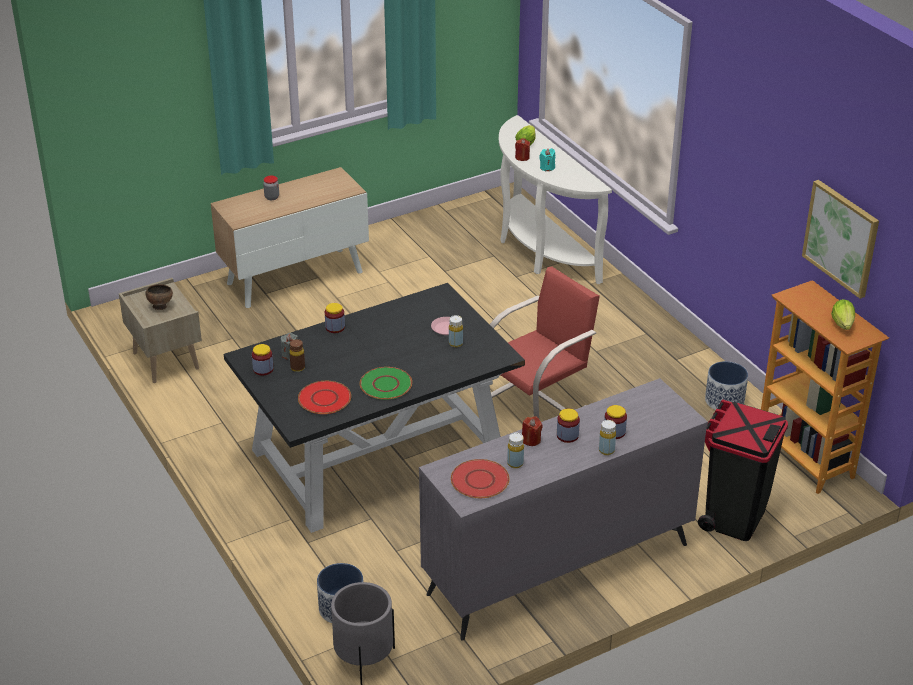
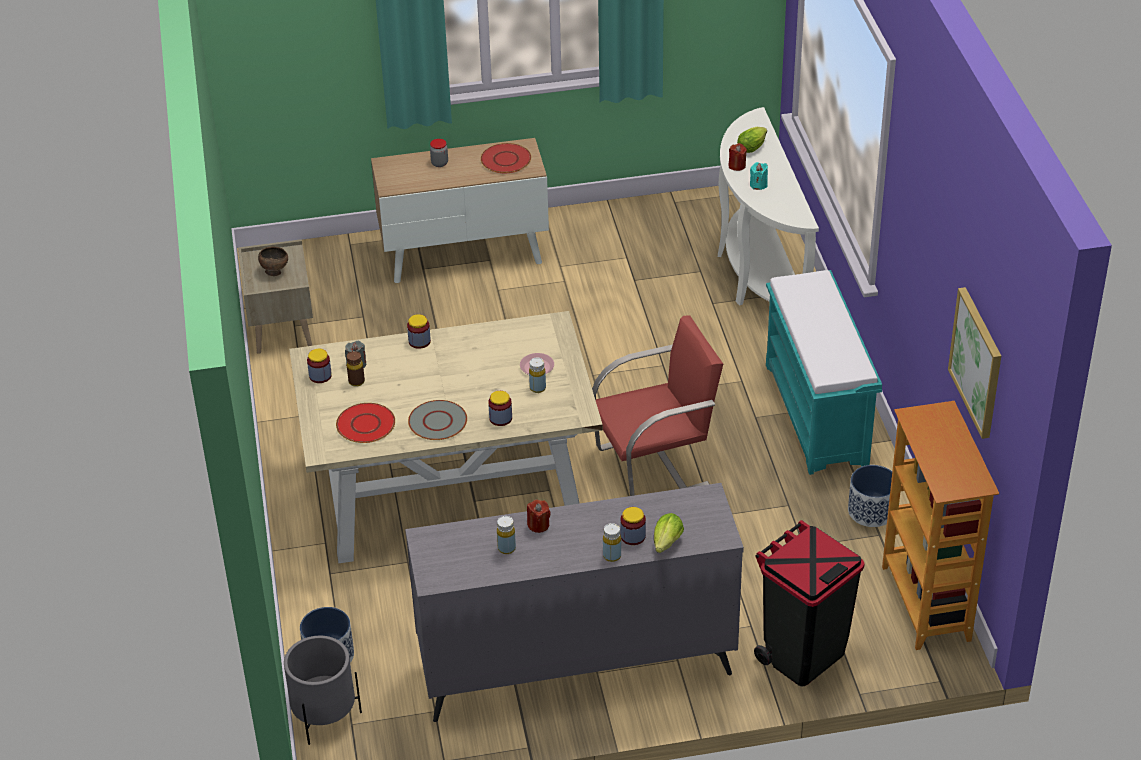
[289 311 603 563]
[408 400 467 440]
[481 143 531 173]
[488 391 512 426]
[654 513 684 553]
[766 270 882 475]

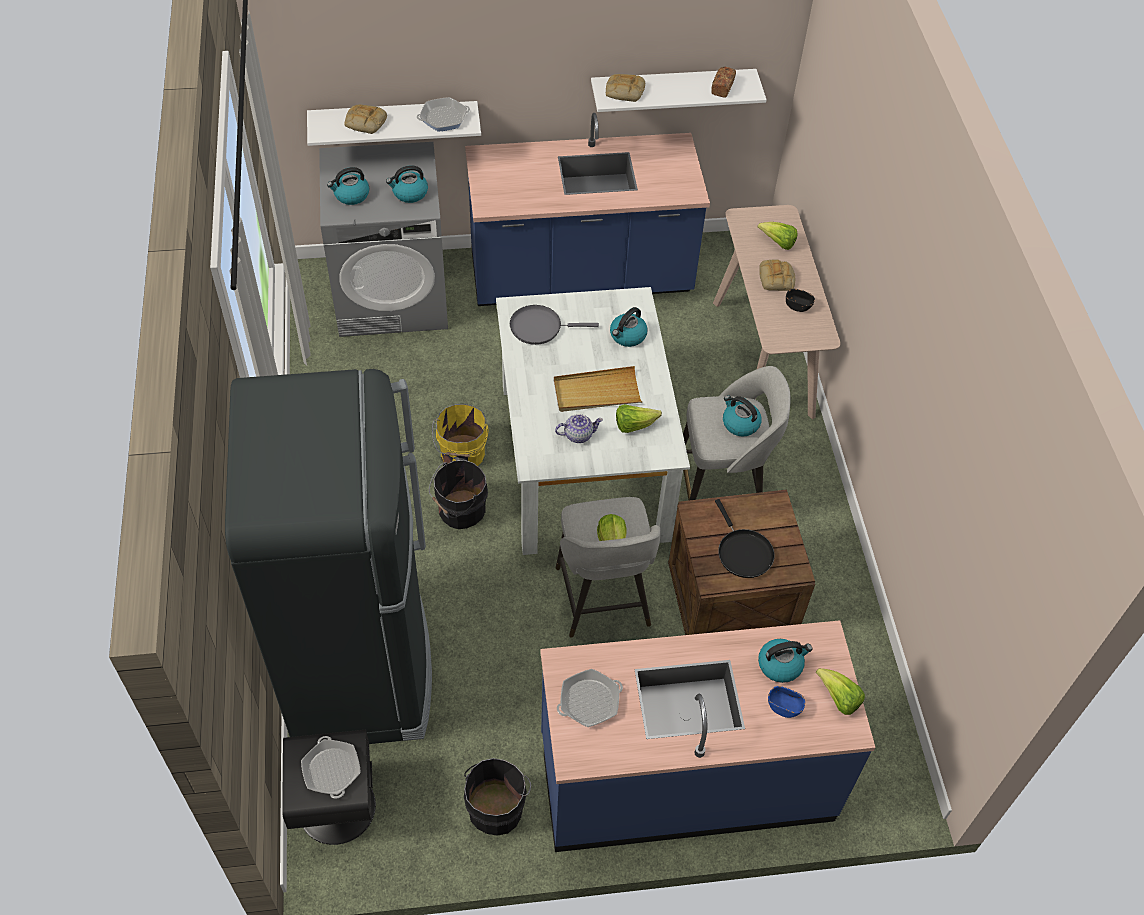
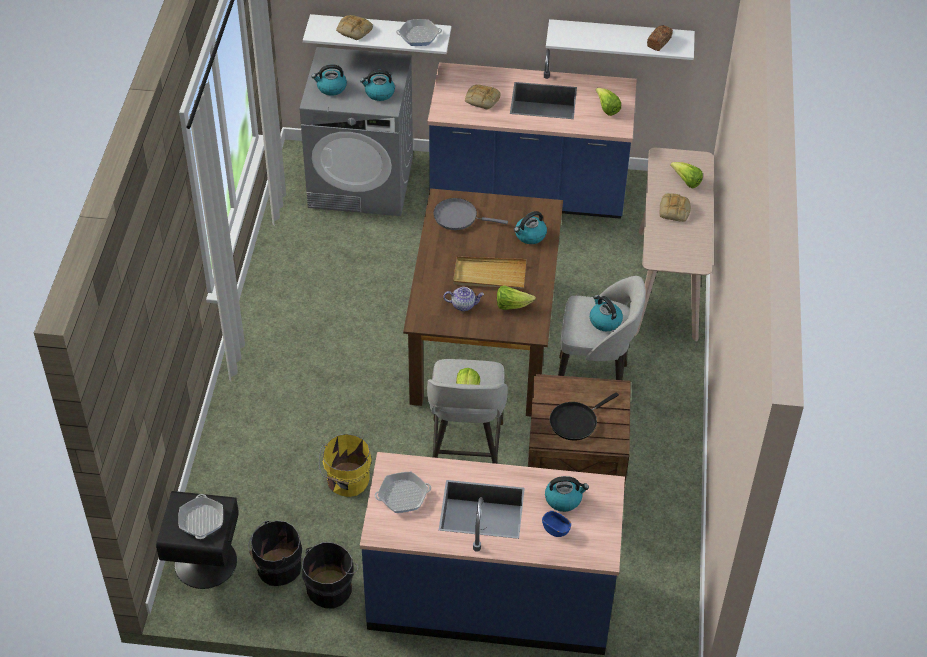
[225 369 432 744] (first image)
[248 520 302 586]
[319 434 371 497]
[403 188 563 416]
[465 84 501 110]
[549 392 619 440]
[786 289 815 312] (first image)
[595 88 621 116]

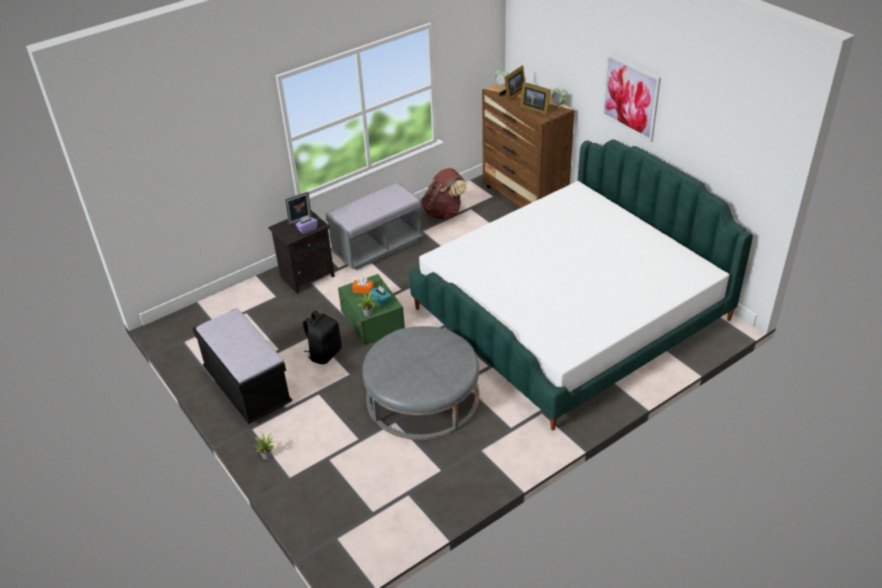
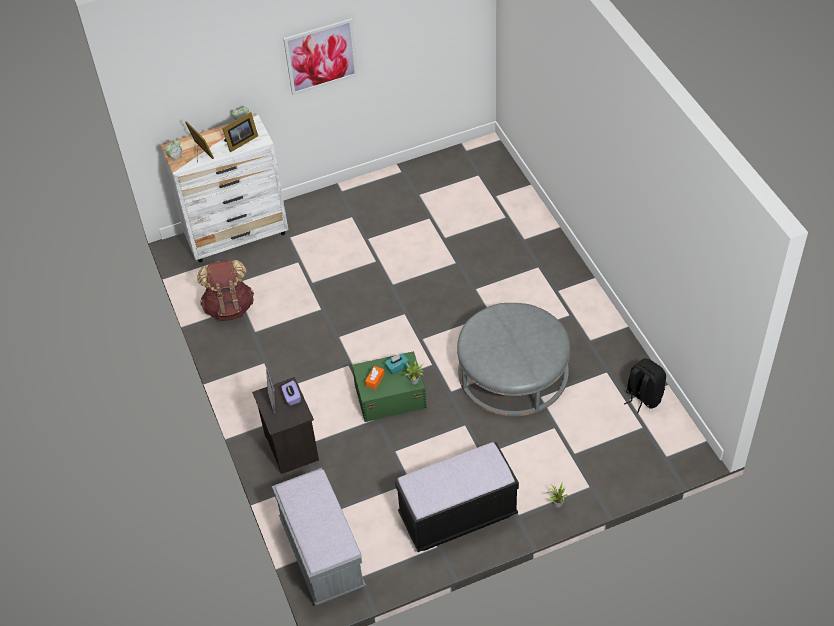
[624 358 666 413]
[272 468 366 606]
[409 139 753 430] (first image)
[161 115 288 262]

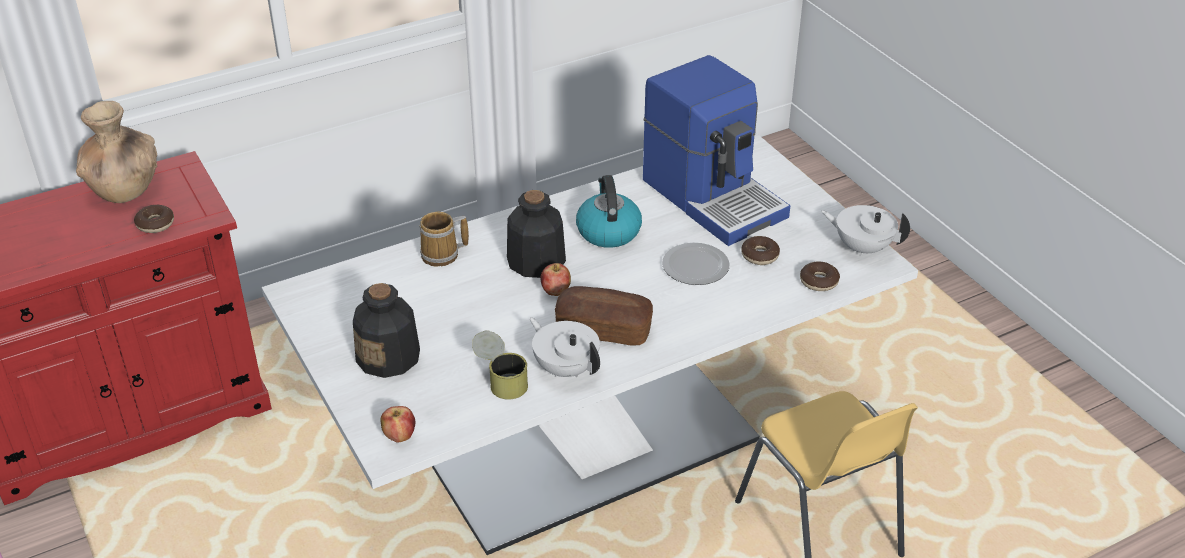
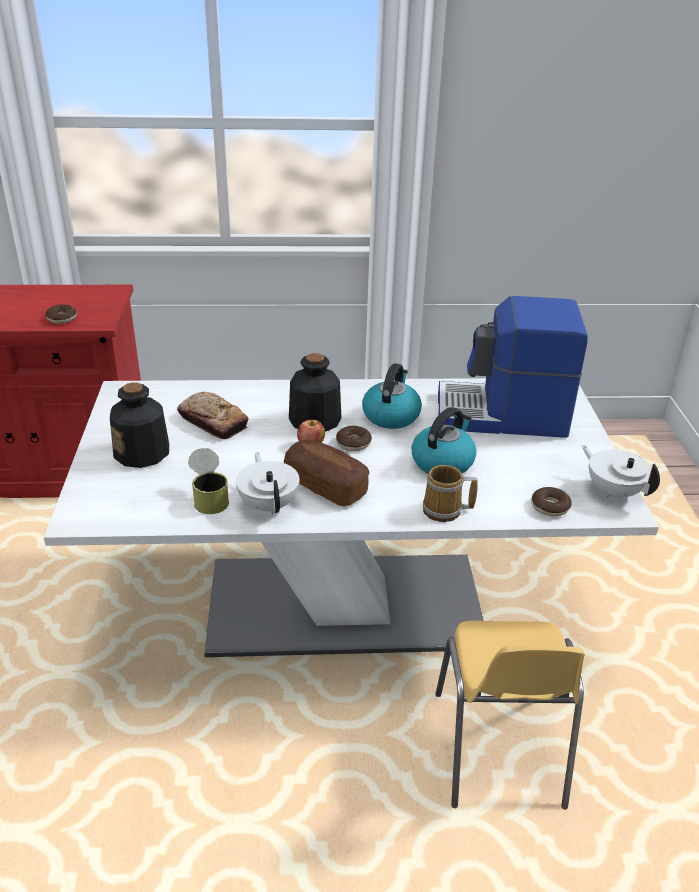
[76 101 157 203] (first image)
[380 406 415 443] (first image)
[423 465 478 522]
[438 296 588 438]
[412 407 476 474]
[336 426 372 451]
[177 392 249 439]

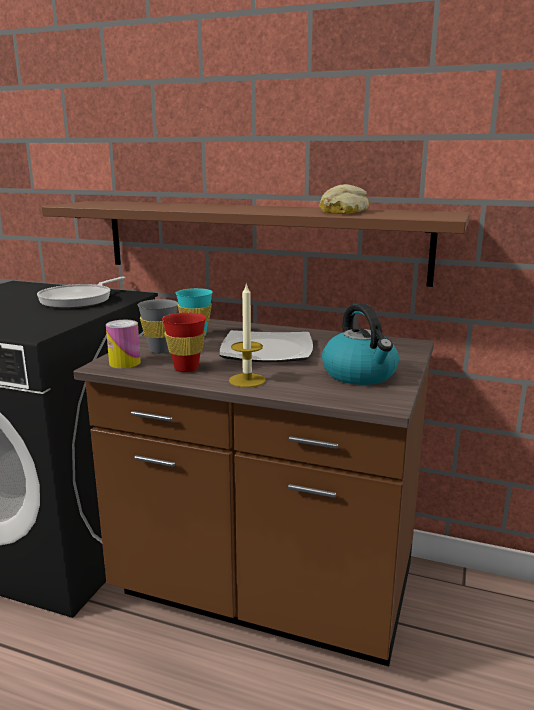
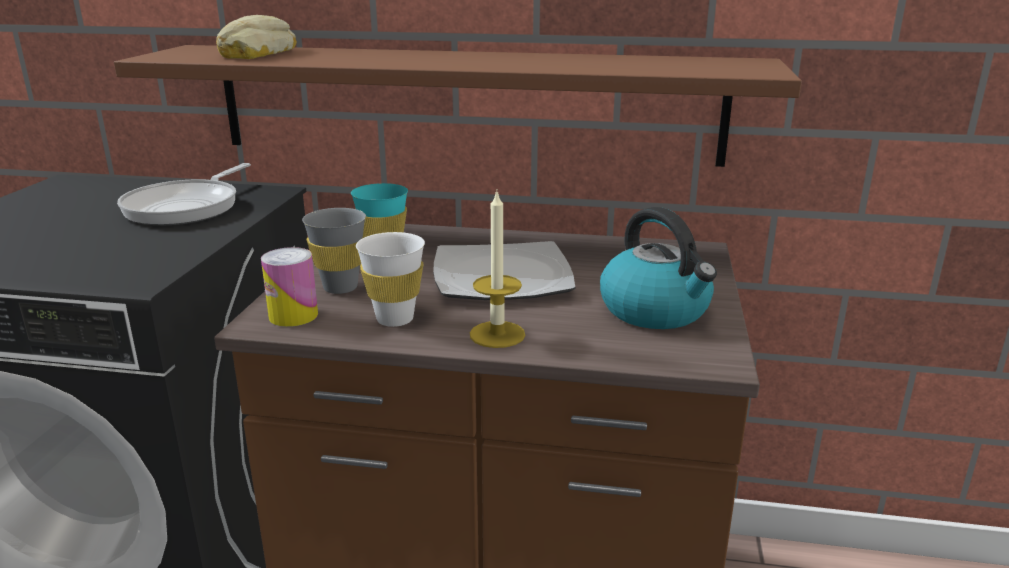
[356 232 425 327]
[216 15 297 59]

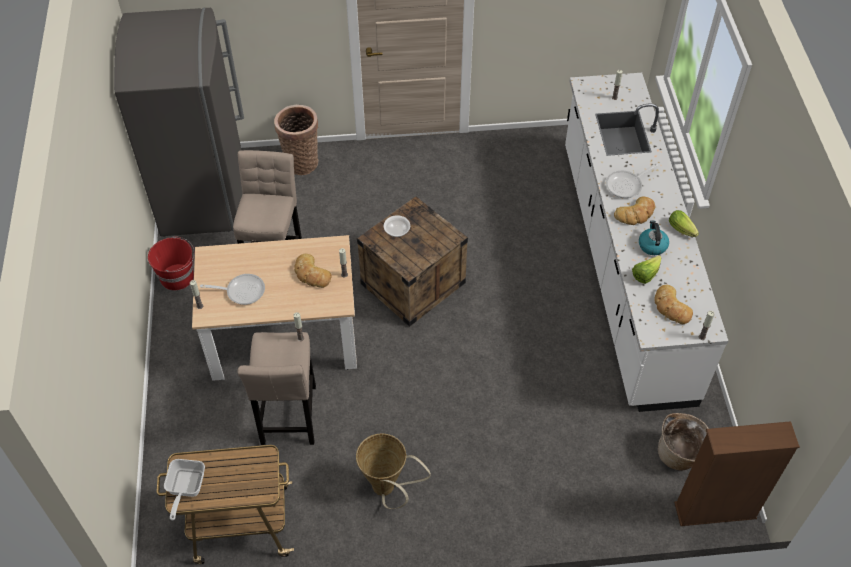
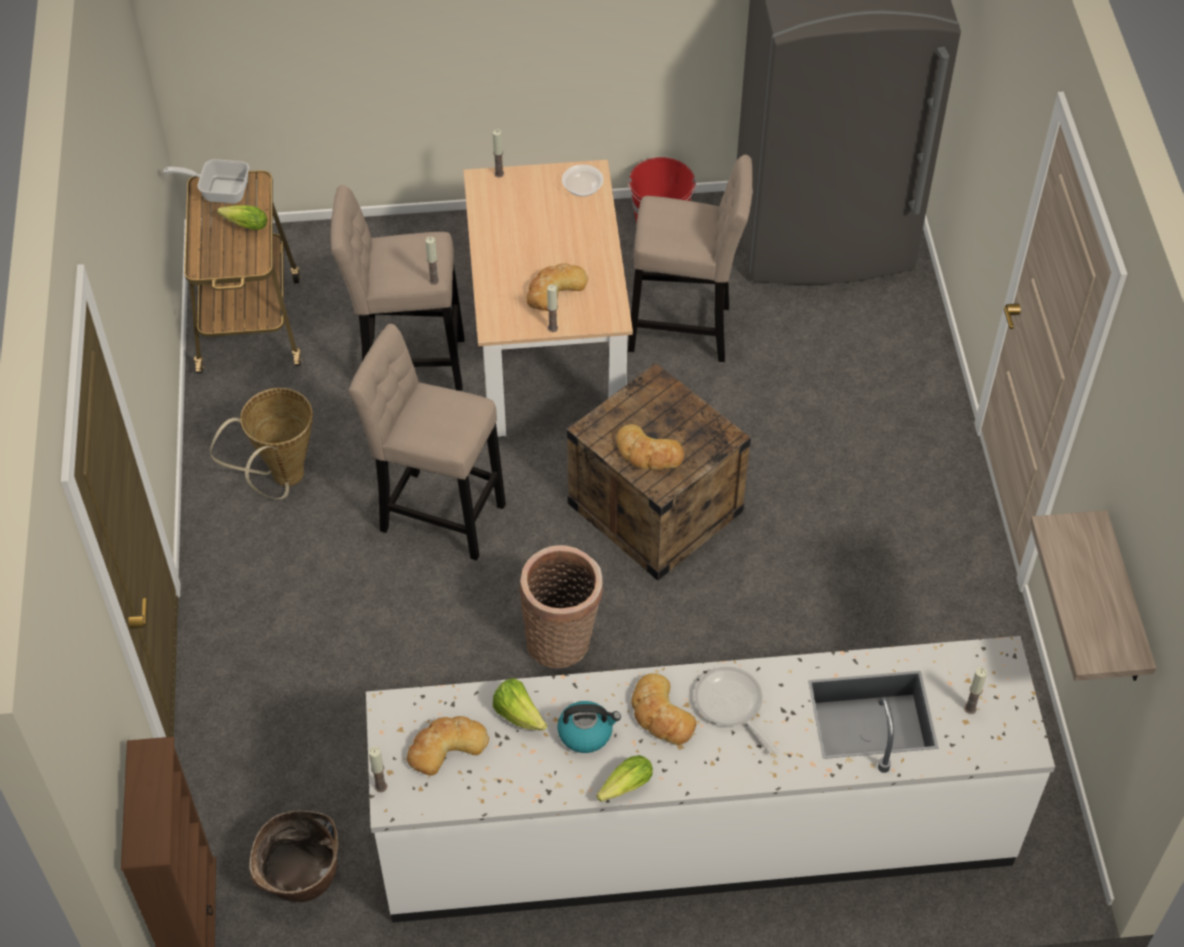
[200 274 265 305] (first image)
[519 545 603 669]
[562 164 604 197]
[217 205 268 230]
[348 324 506 560]
[616 424 684 470]
[1030 510 1156 681]

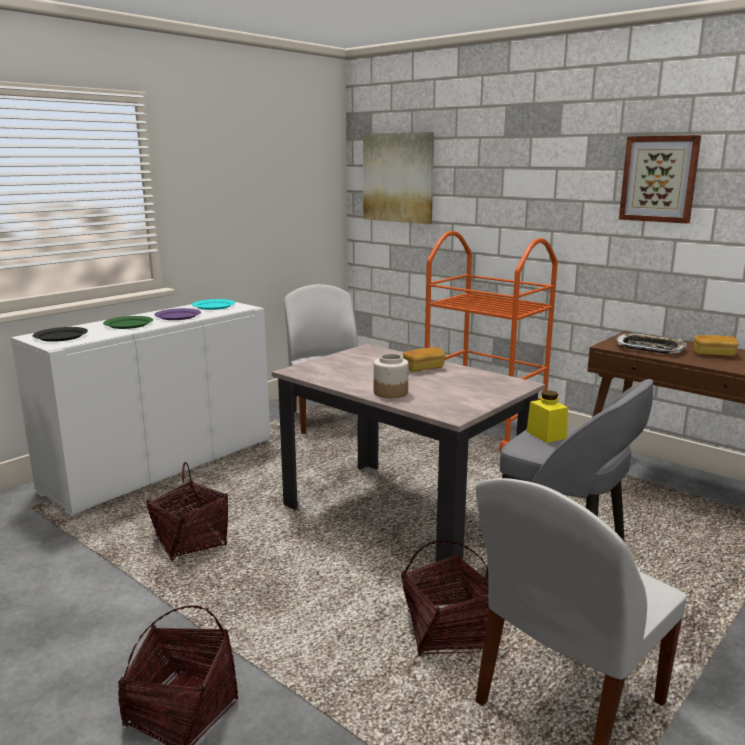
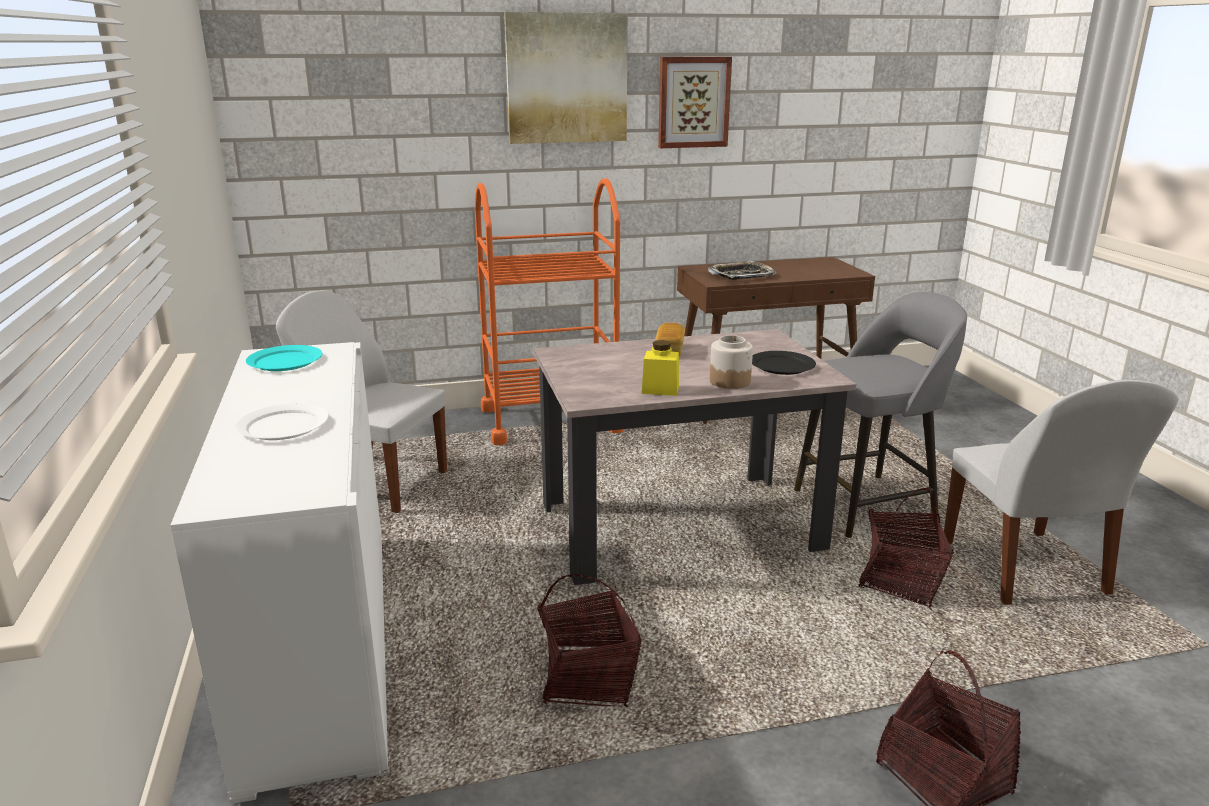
[752 351 816 375]
[236 404 328 440]
[154 308 201 320] (first image)
[504 12 628 144]
[642 340 679 396]
[694 335 738 356] (first image)

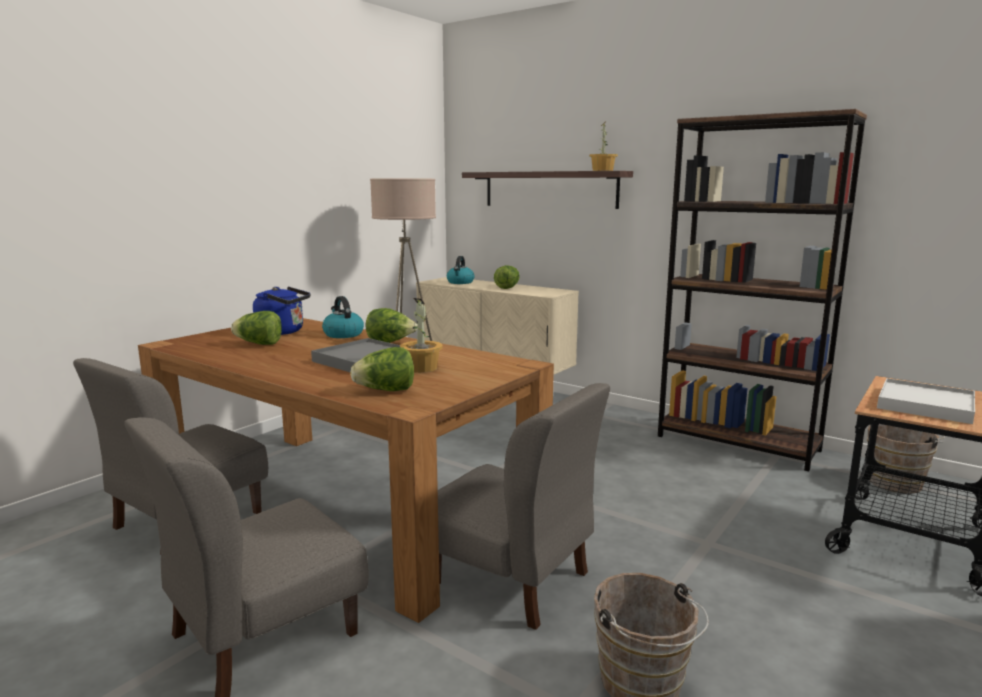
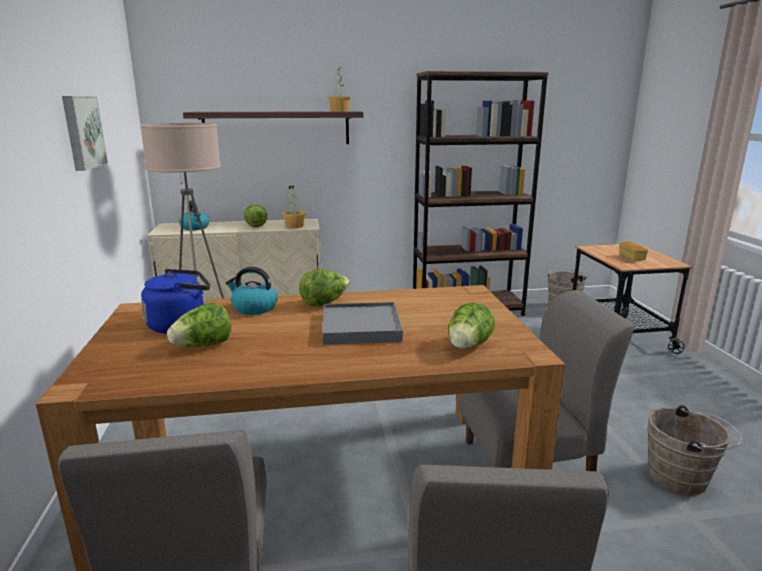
[282 186 306 228]
[619 241 648 261]
[62 96 108 171]

